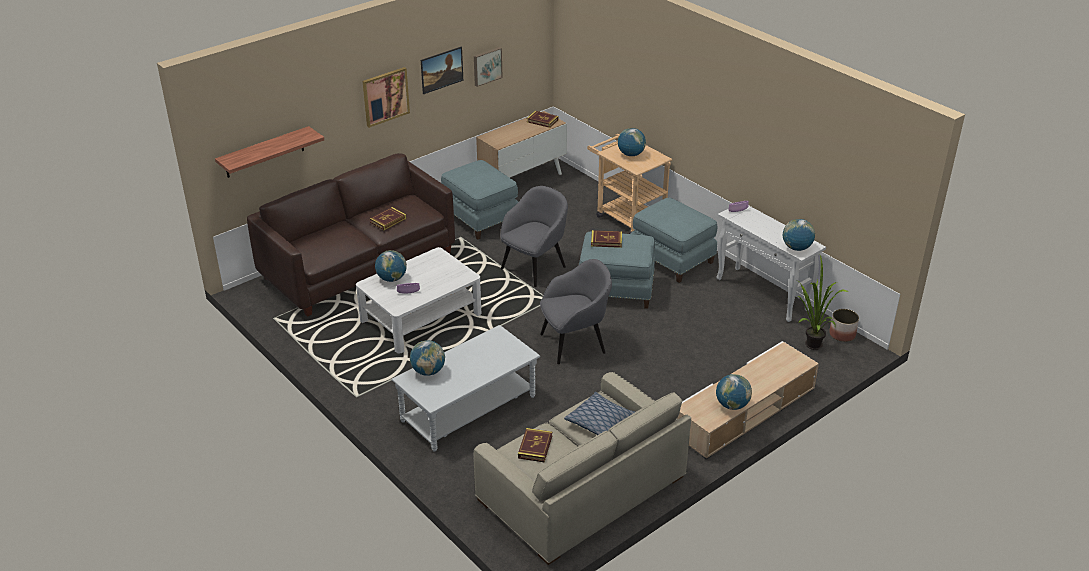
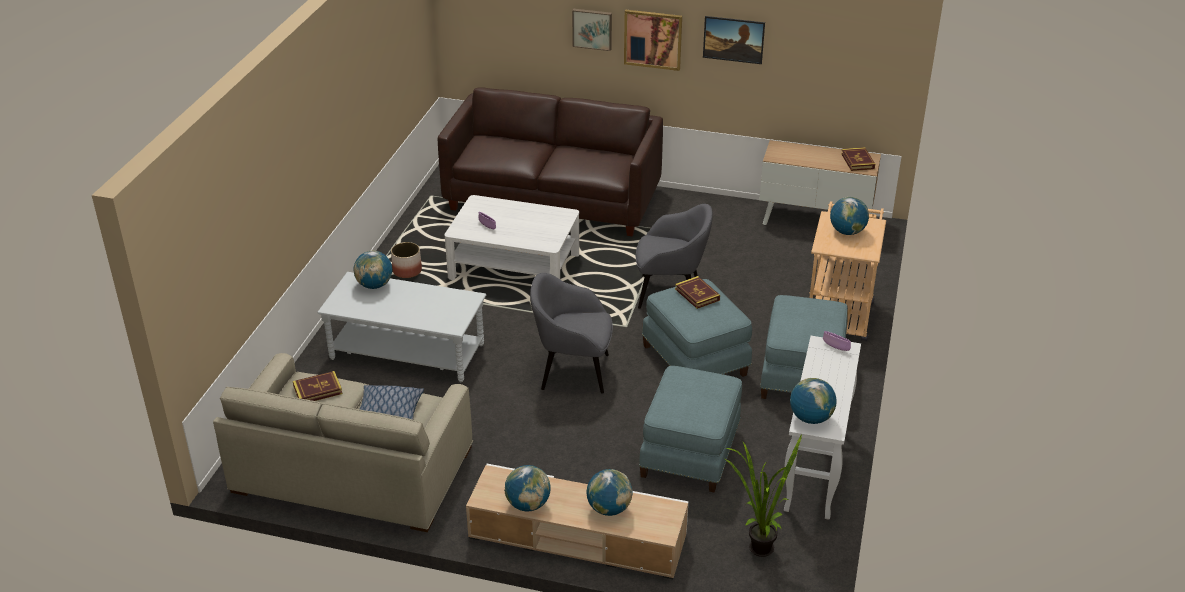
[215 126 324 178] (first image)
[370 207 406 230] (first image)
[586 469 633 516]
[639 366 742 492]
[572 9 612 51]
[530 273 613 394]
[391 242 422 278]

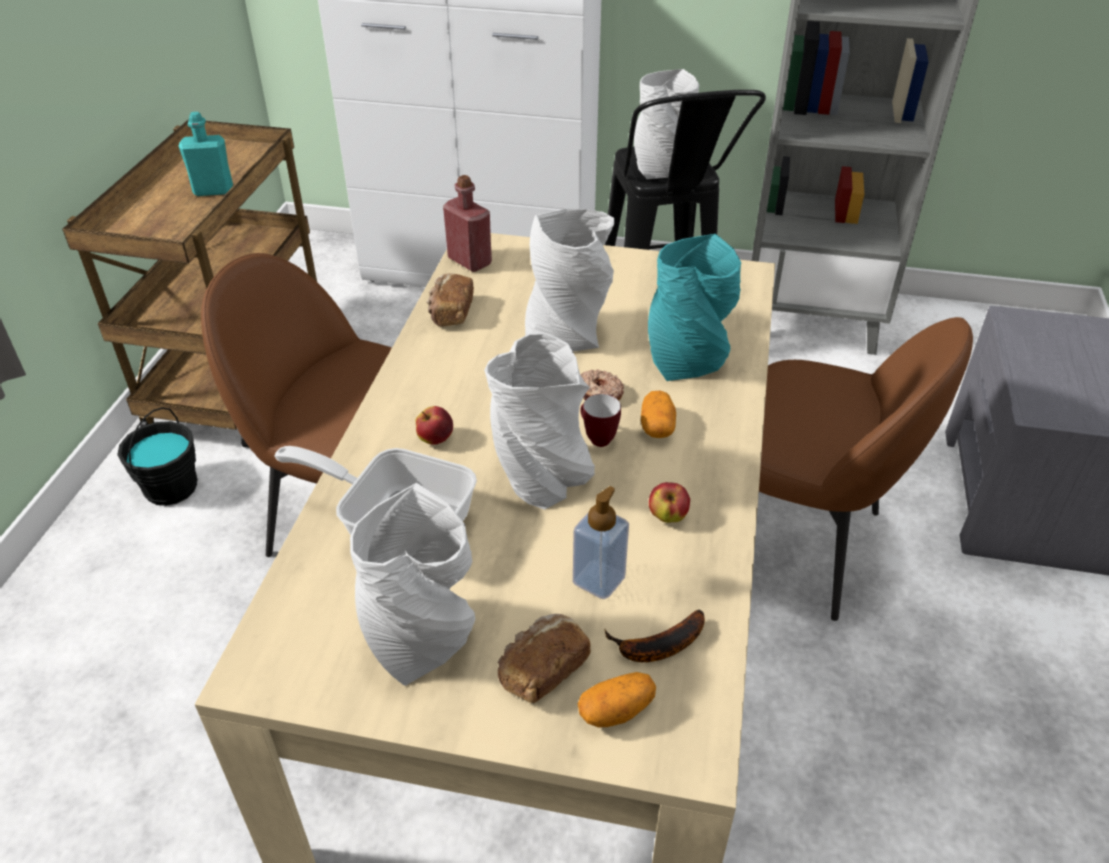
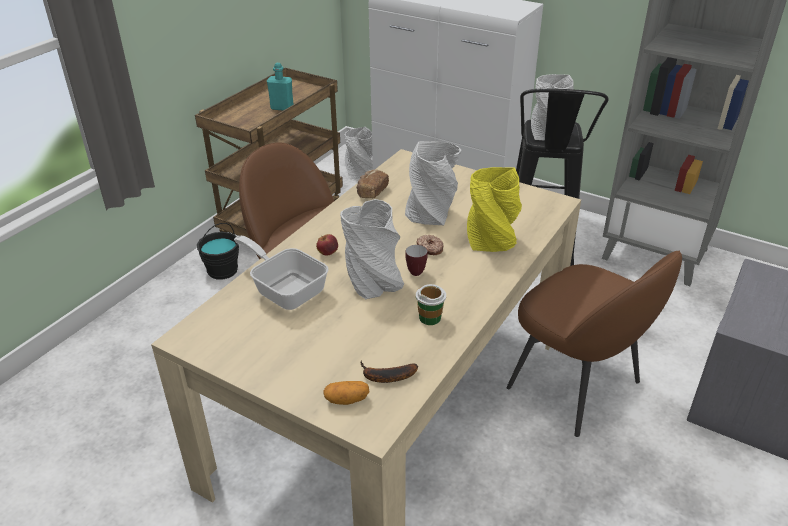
[345 127 373 179]
[443 175 492 272] (first image)
[498 614 591 703] (first image)
[573 486 629 599] (first image)
[641 390 676 438] (first image)
[467 167 522 252]
[416 284 446 325]

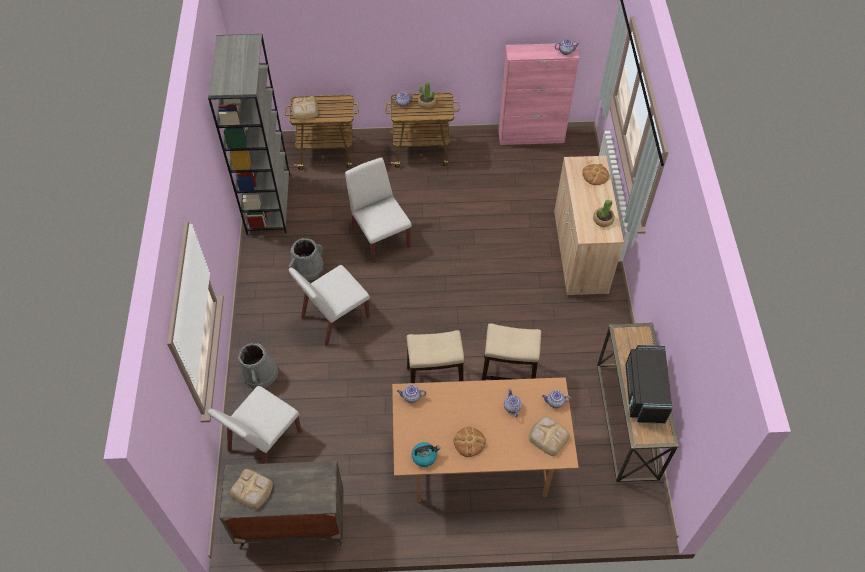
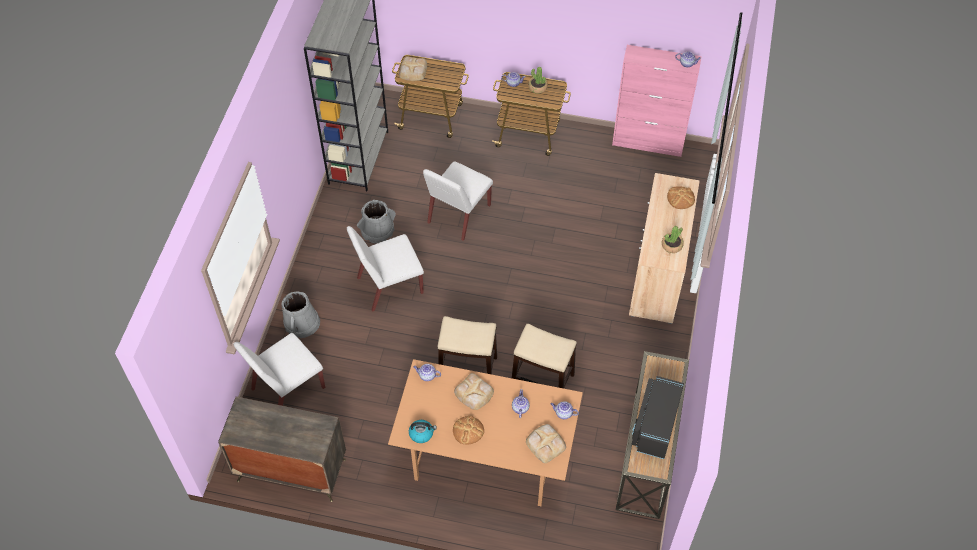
[454 373 494 410]
[423 161 493 241]

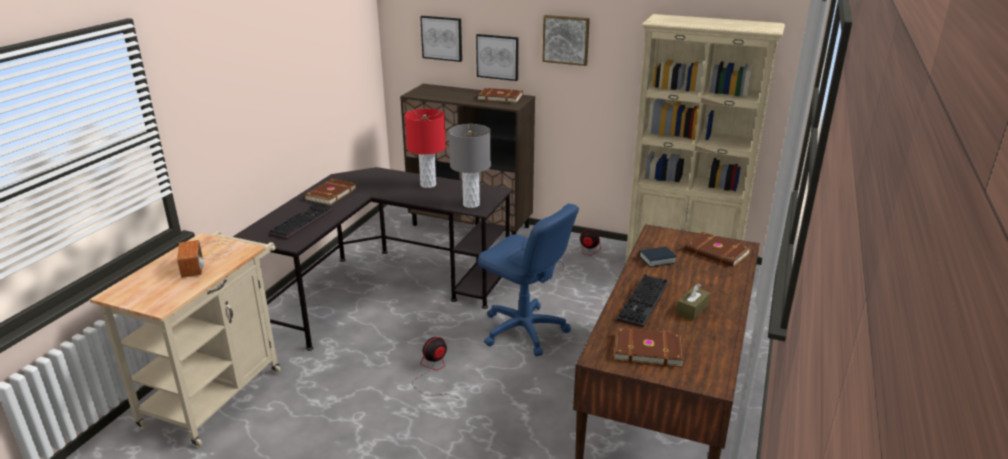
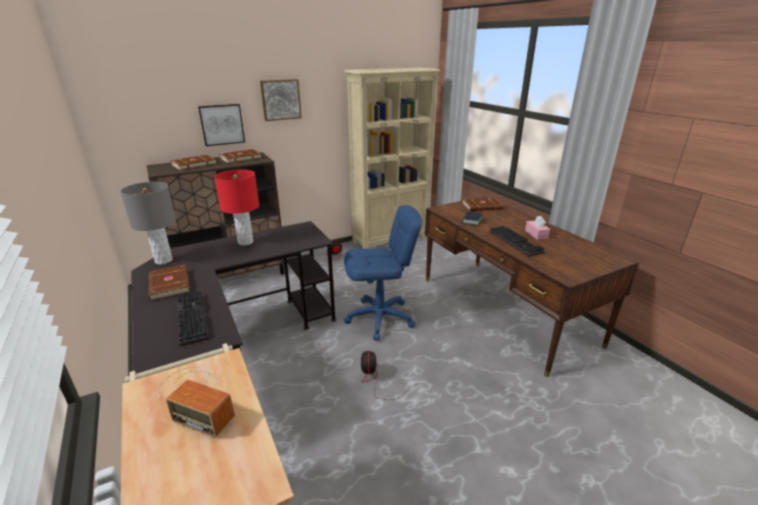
[420 16 462 62] (first image)
[120 182 176 265]
[171 155 217 170]
[525 216 550 240]

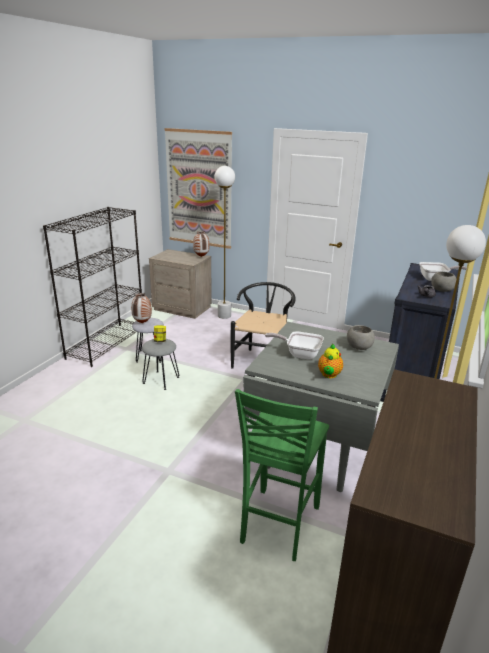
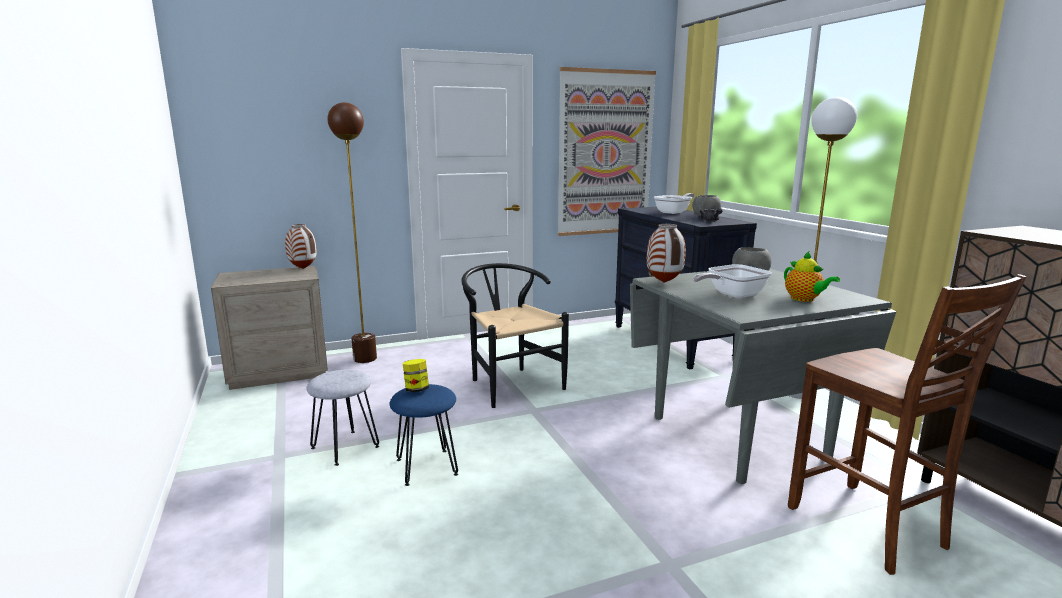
[43 207 142 367] (first image)
[647 224 686 283]
[390 384 458 486]
[558 67 656 236]
[327 102 377 363]
[788 274 1027 575]

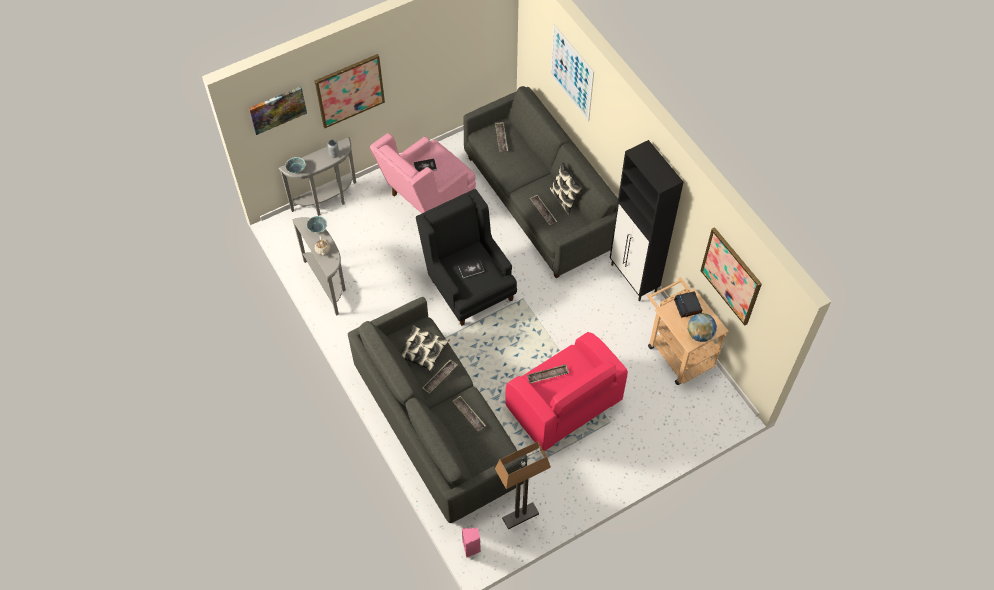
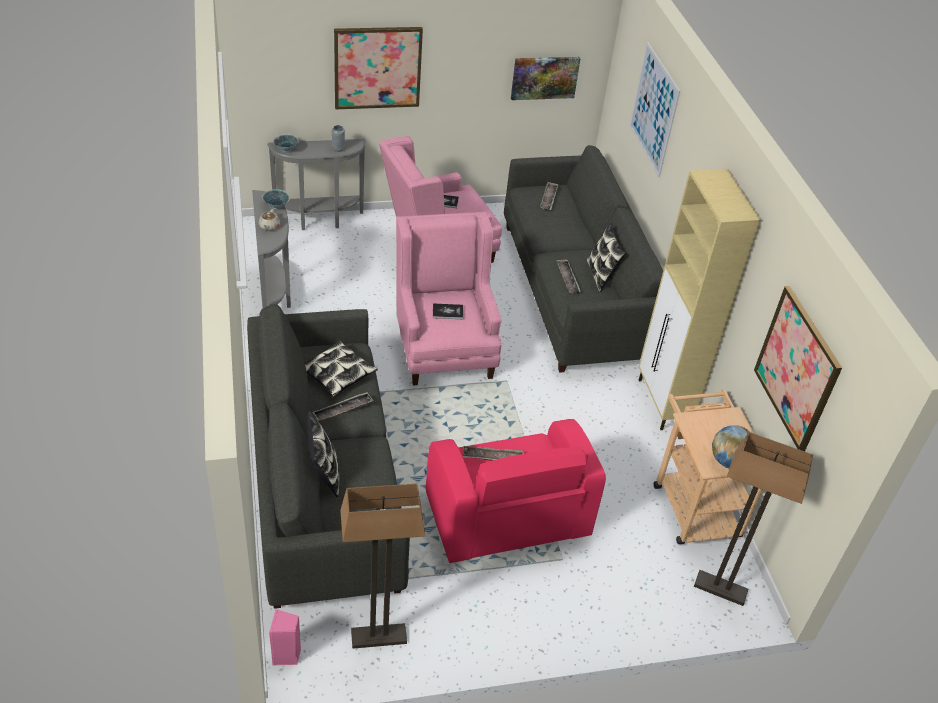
[511 57 580 100]
[396 211 502 386]
[452 396 486 431] (first image)
[638 169 761 430]
[674 291 702 318] (first image)
[307 412 339 497]
[694 432 813 606]

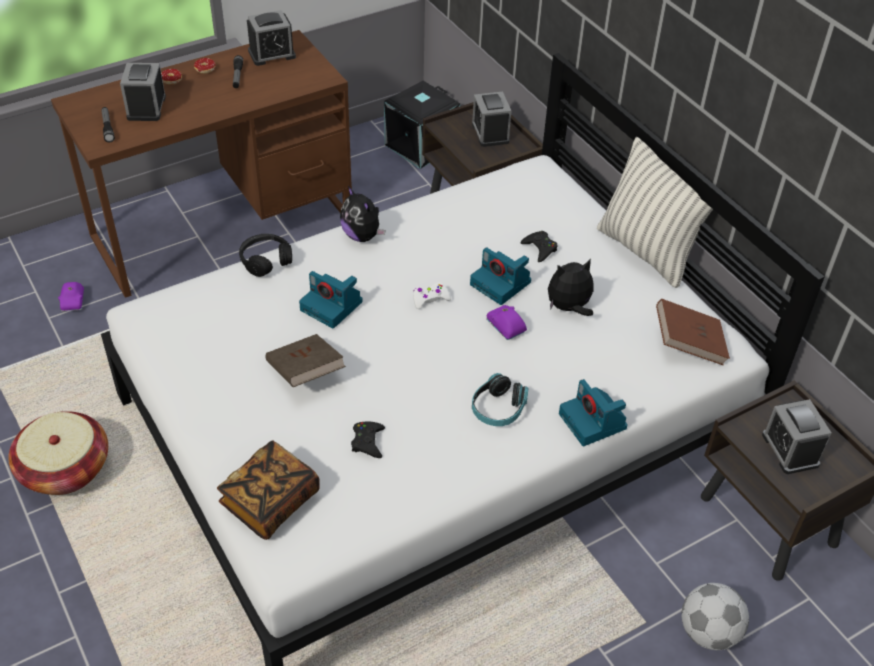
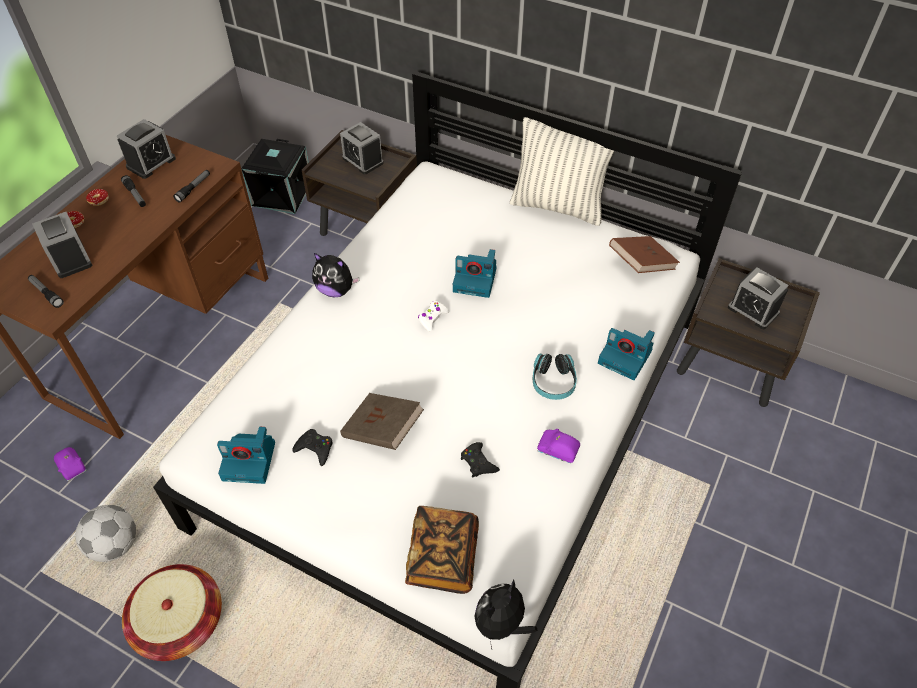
[239 234 292 277] (first image)
[217 427 275 484]
[537 429 580 463]
[292 429 333 466]
[475 579 538 649]
[75 505 136 562]
[173 170 210 203]

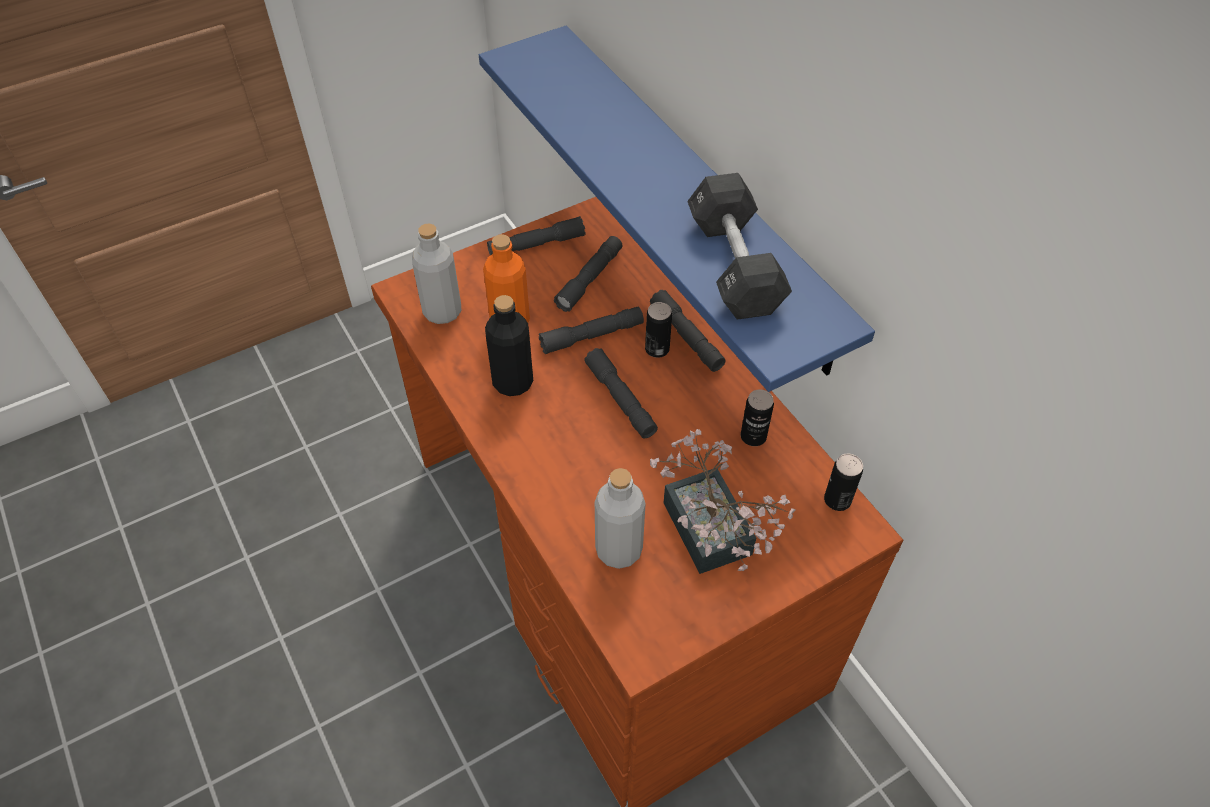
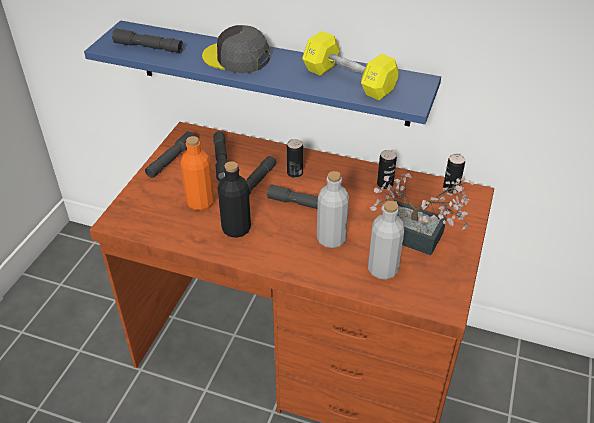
[317 171 349 248]
[112 28 183 53]
[302 31 399 100]
[202 25 270 73]

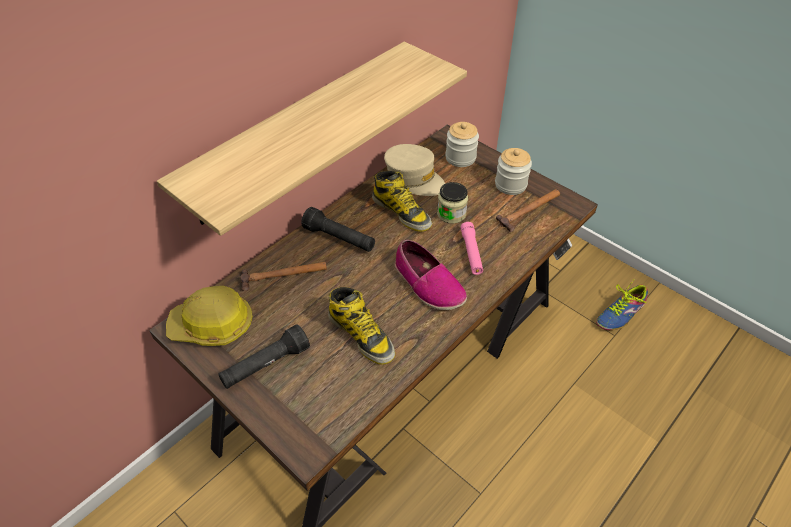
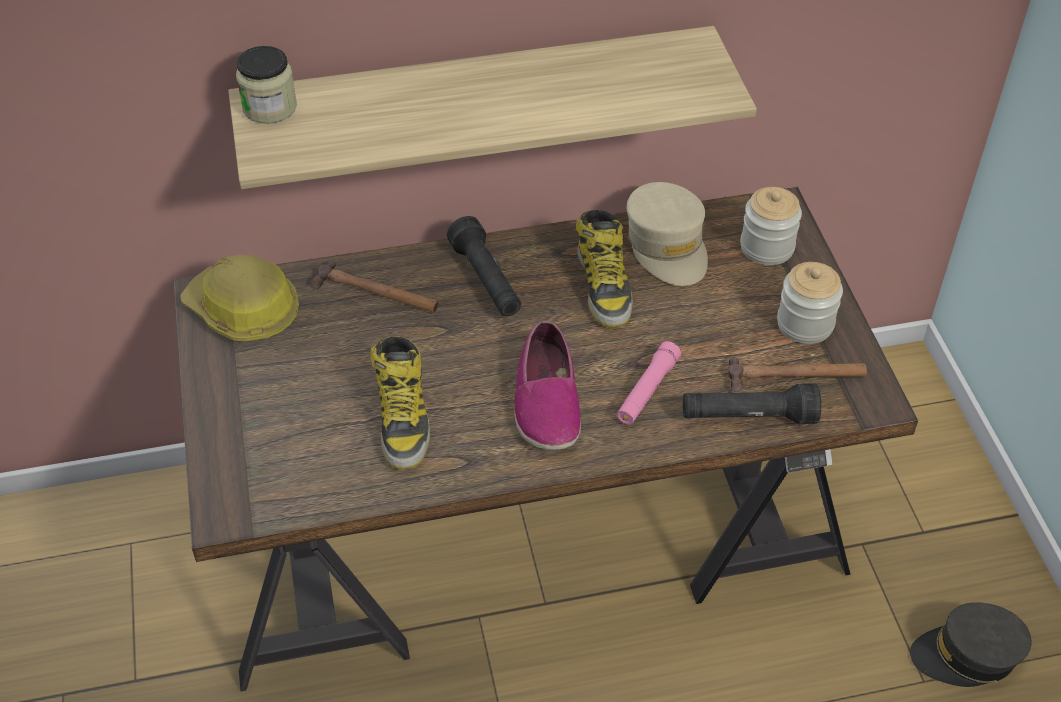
[683 383 821 424]
[236 46 297 124]
[910 602 1032 687]

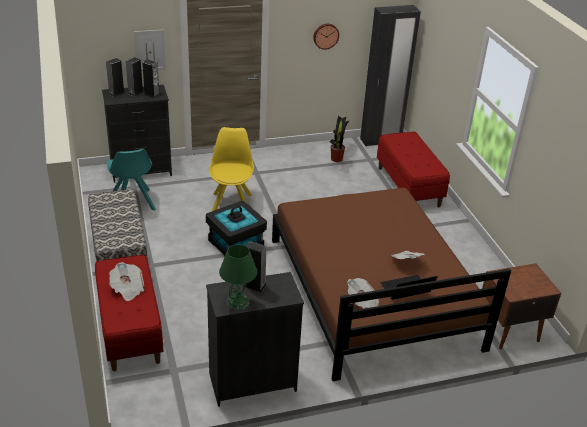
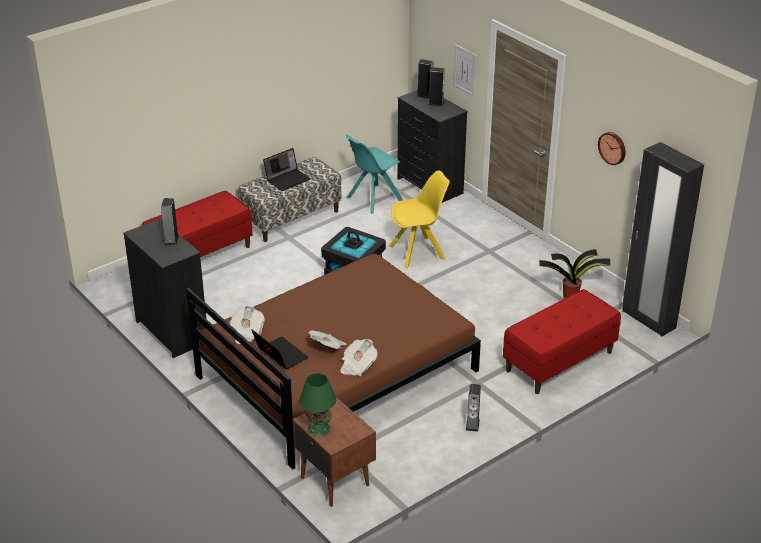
[340 339 377 376]
[466 384 481 432]
[299 373 336 437]
[263 148 311 191]

